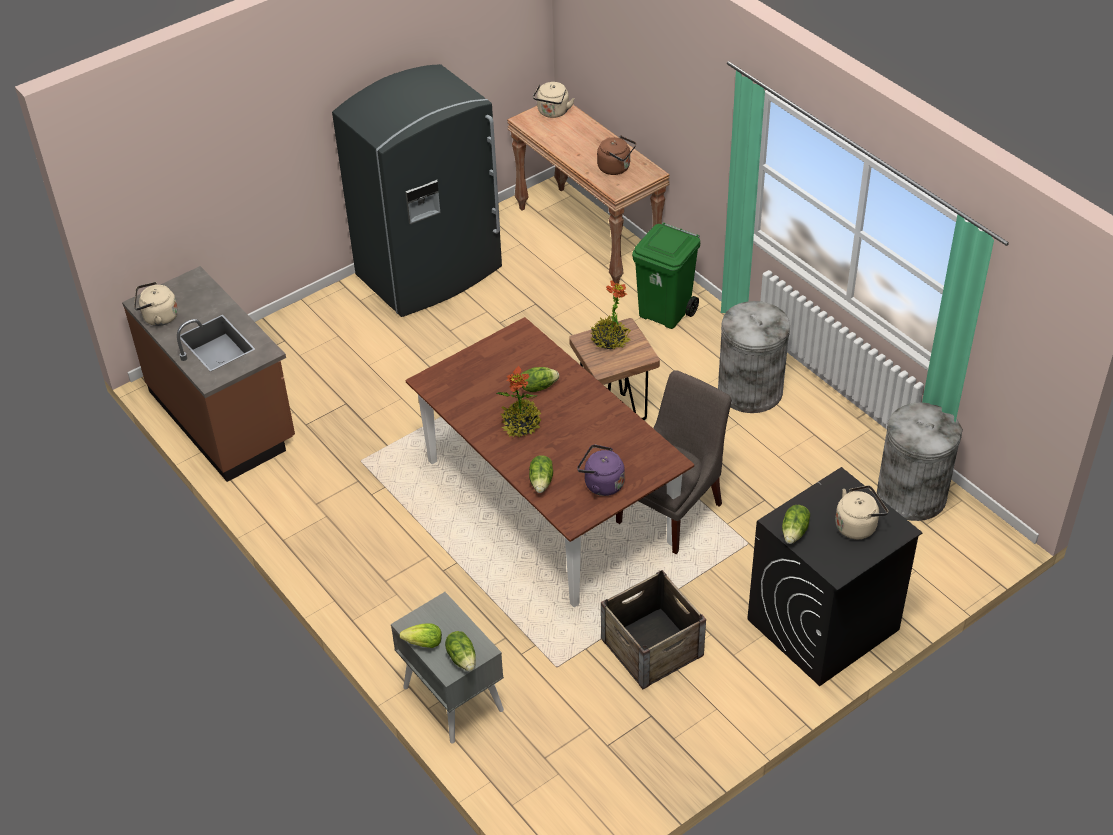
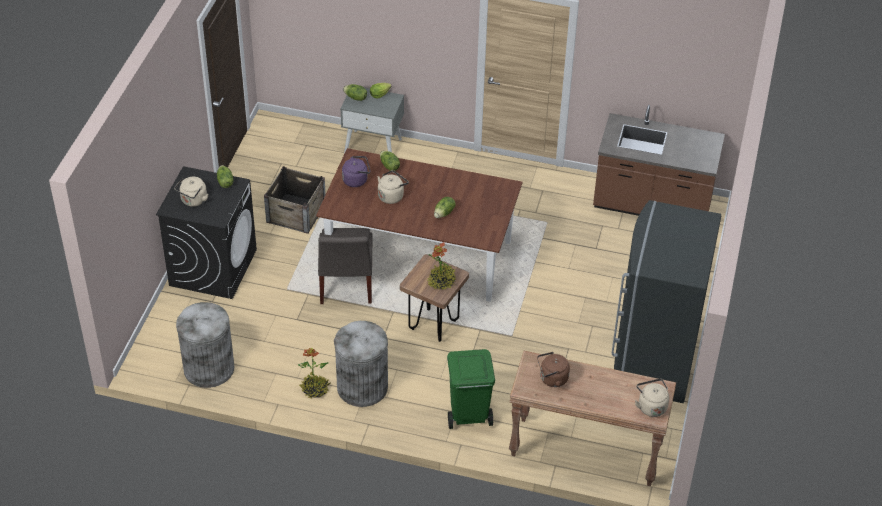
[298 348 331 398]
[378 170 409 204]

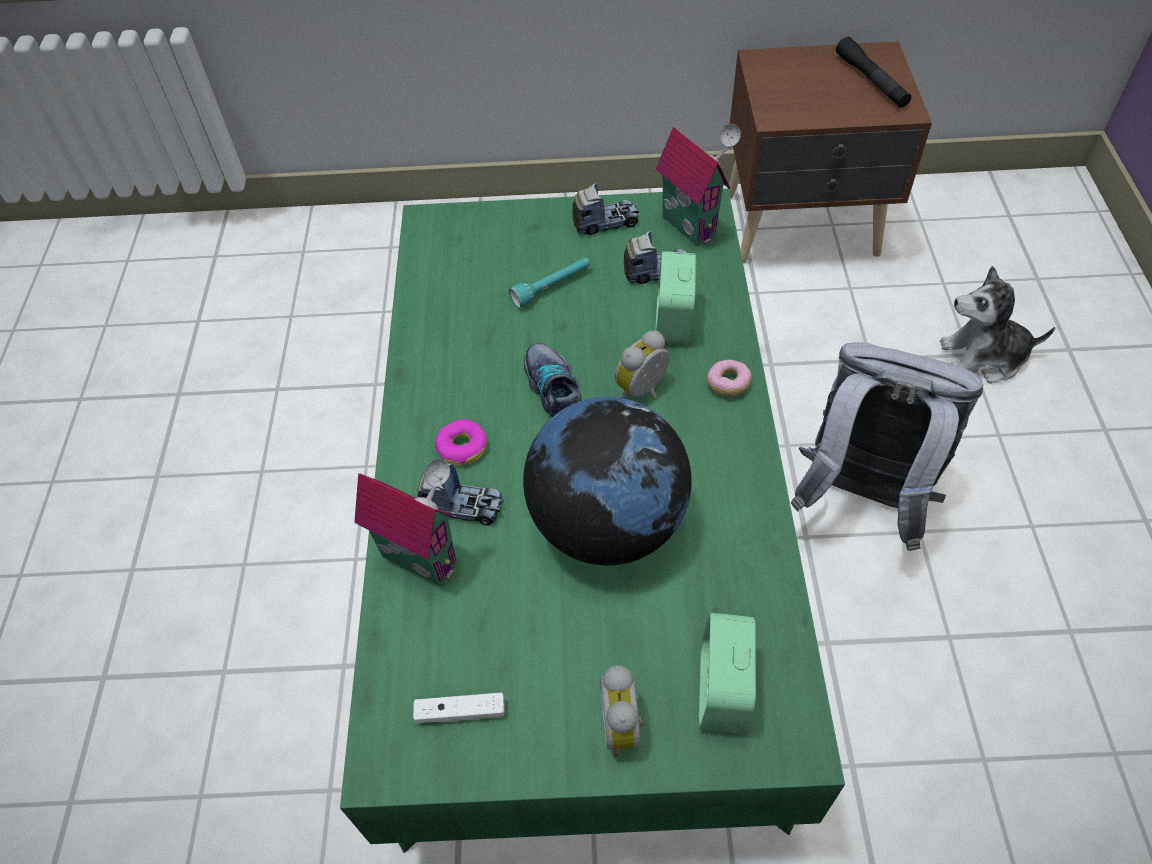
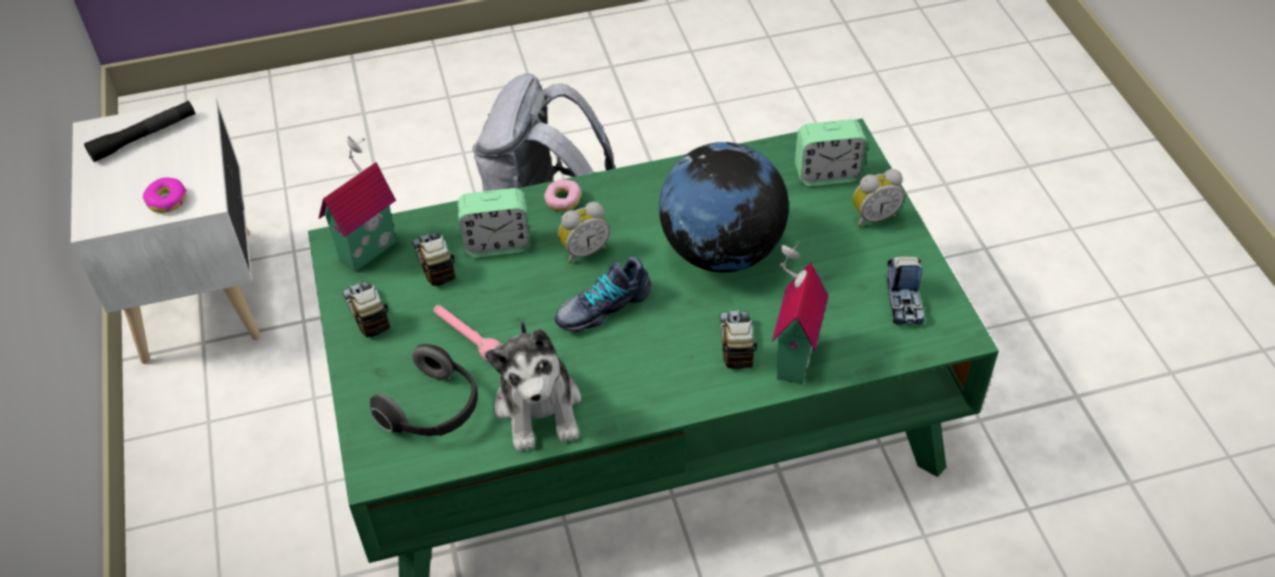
[71 97 261 364]
[143 178 187 213]
[370 344 478 436]
[434 305 503 362]
[485 320 581 452]
[558 202 610 264]
[887 256 924 325]

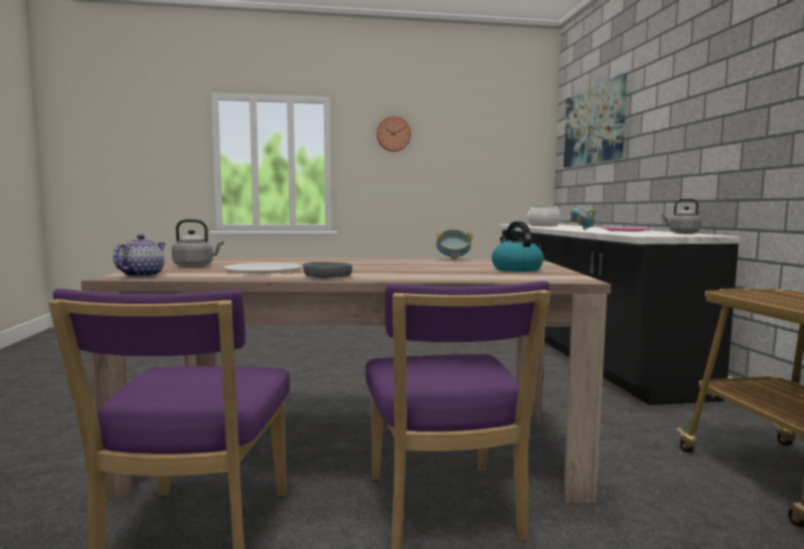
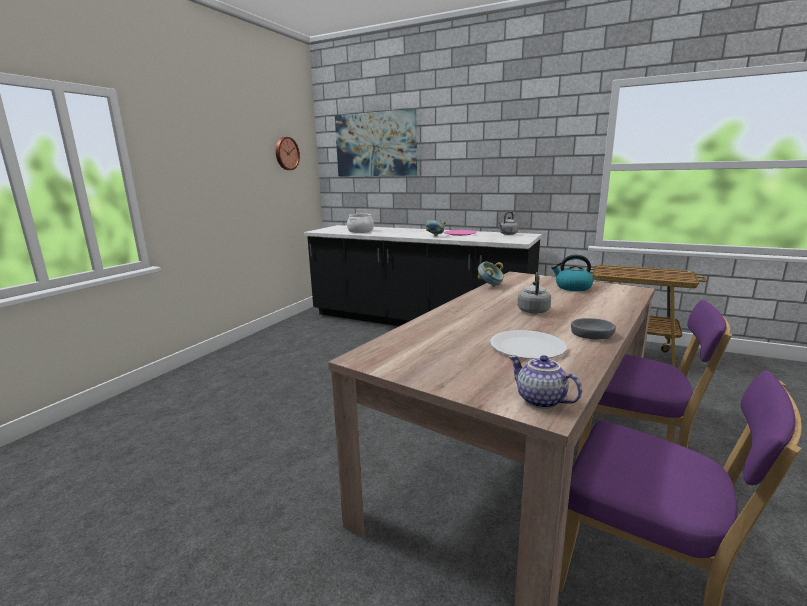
[276 137 300 170]
[517 272 551 314]

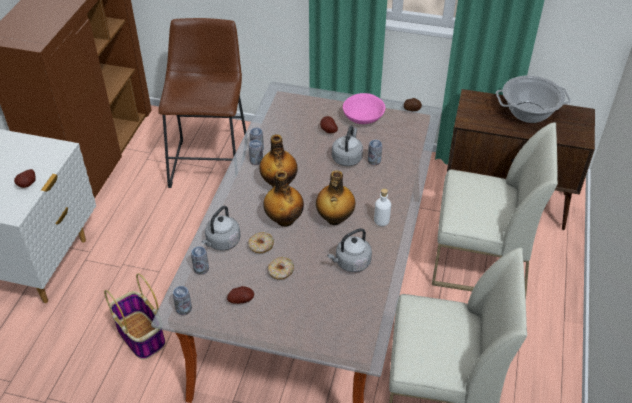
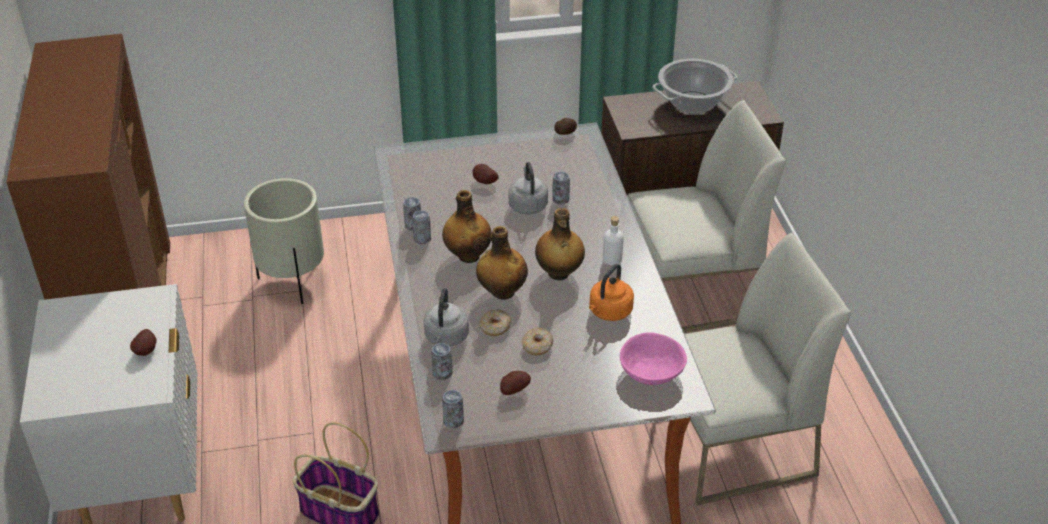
[244 178 324 304]
[589 264 634 321]
[620 332 687 385]

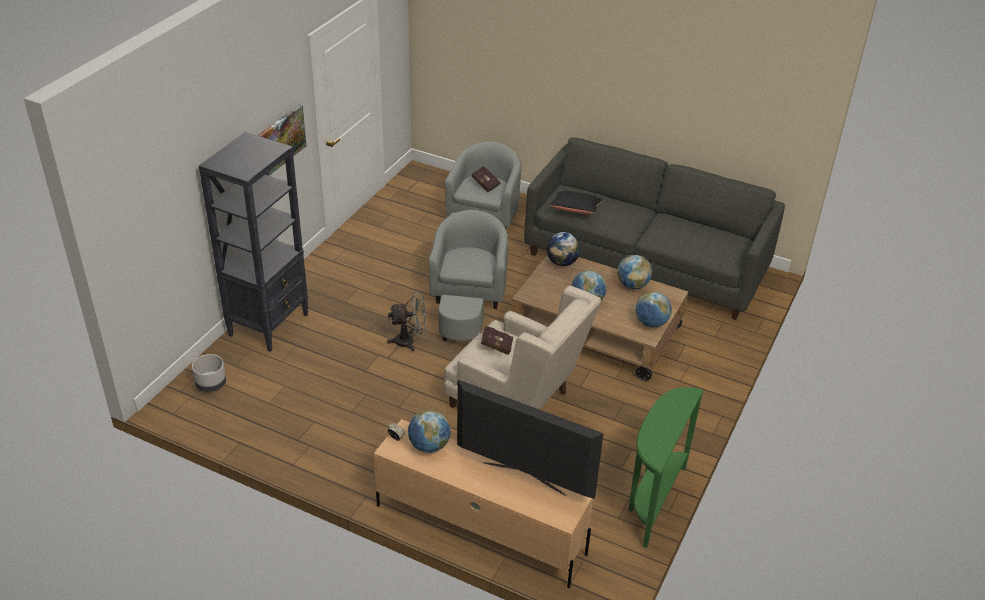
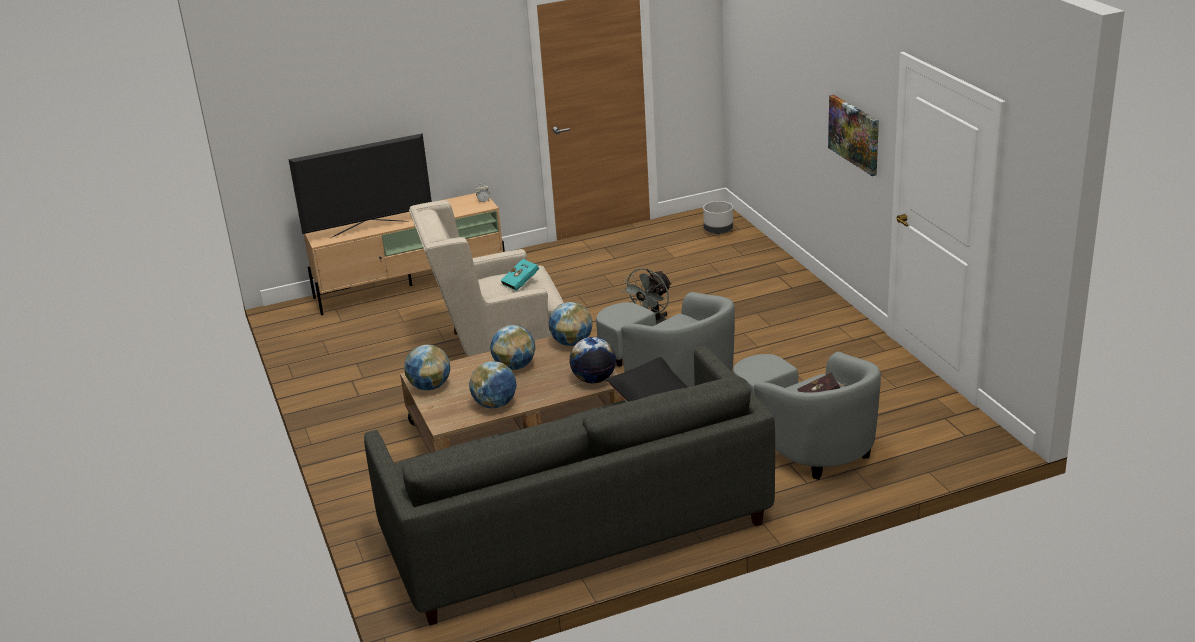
[500 259 539 291]
[549 302 592 346]
[199 132 309 352] (first image)
[628 387 704 548] (first image)

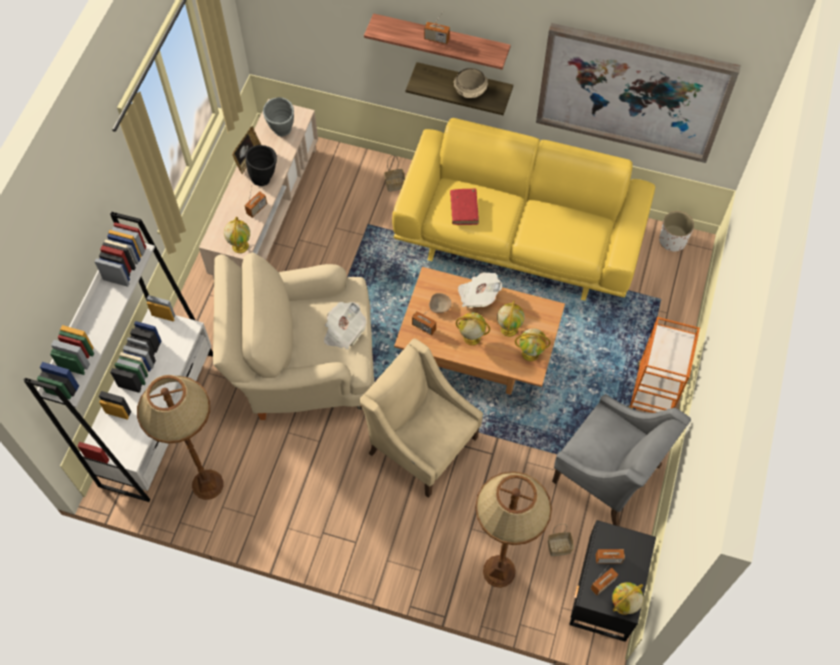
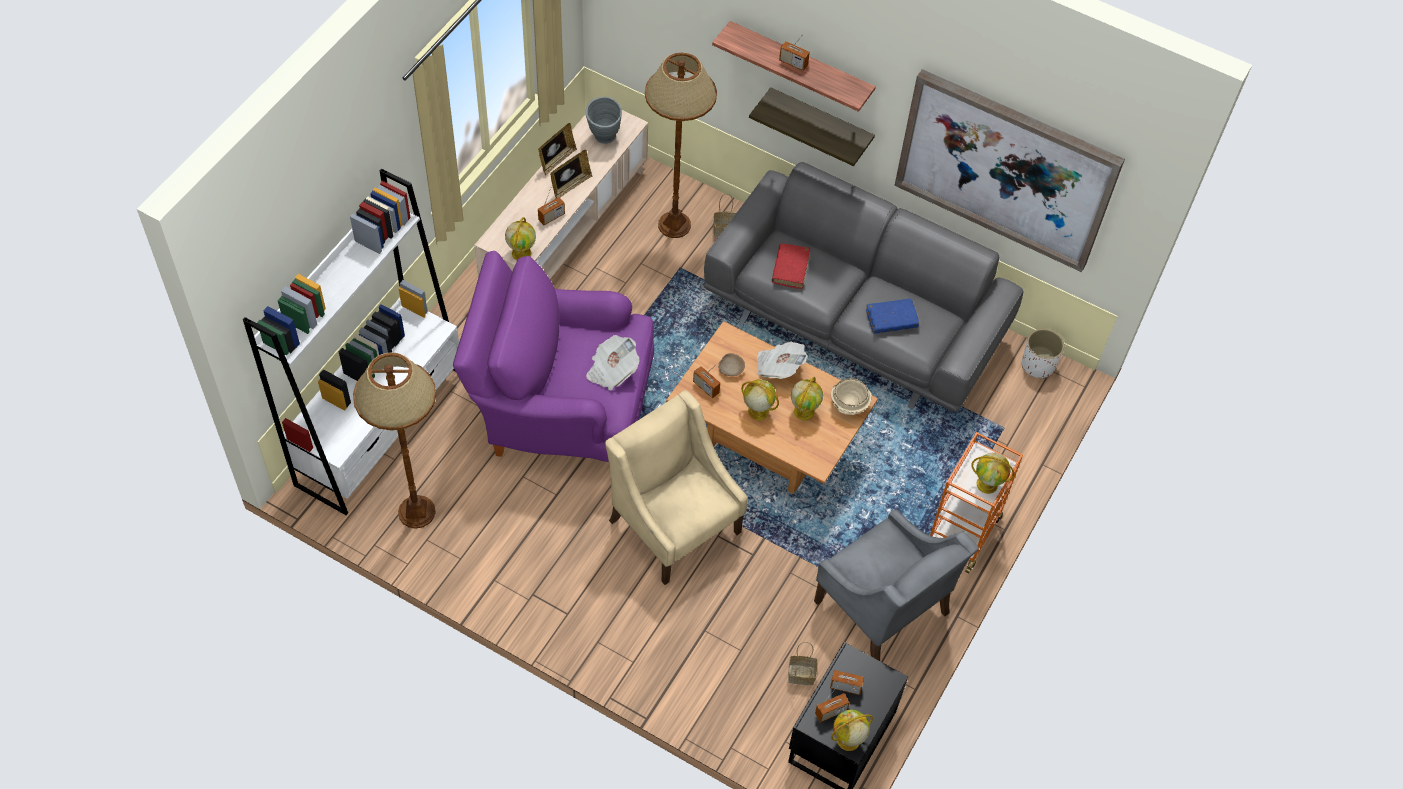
[453 251 654 462]
[550 150 592 198]
[645 52 717 238]
[703 162 1023 413]
[831 378 872 415]
[866 299 919 334]
[971 453 1014 494]

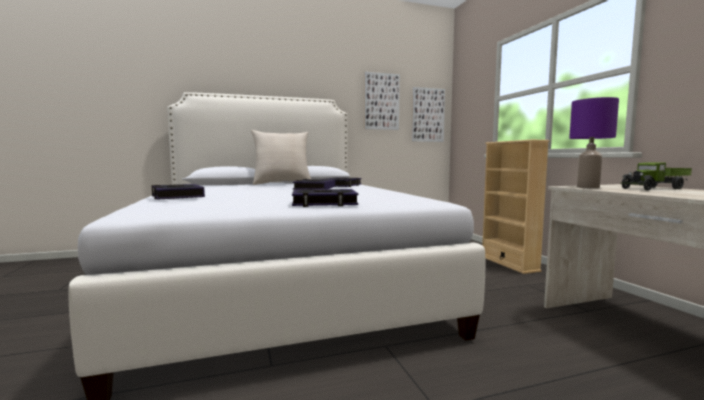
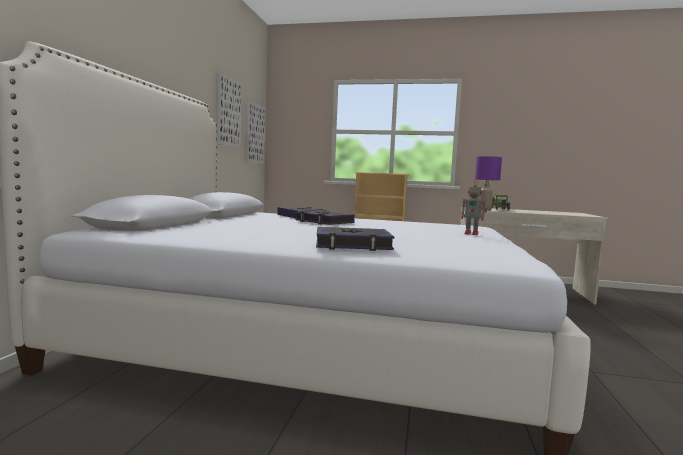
[461 180 487 235]
[251 130 311 185] (first image)

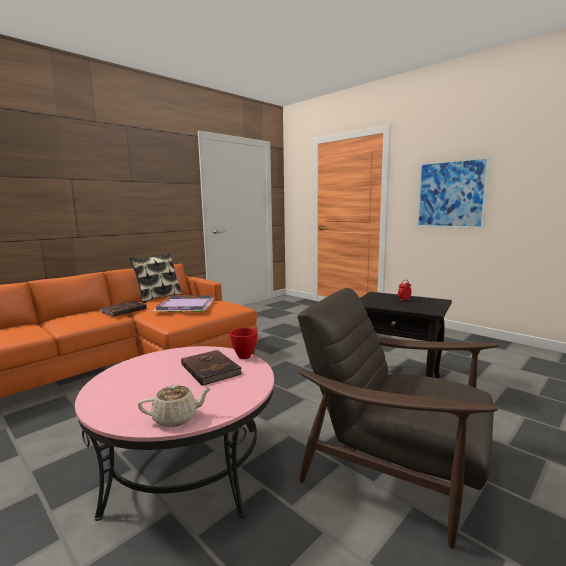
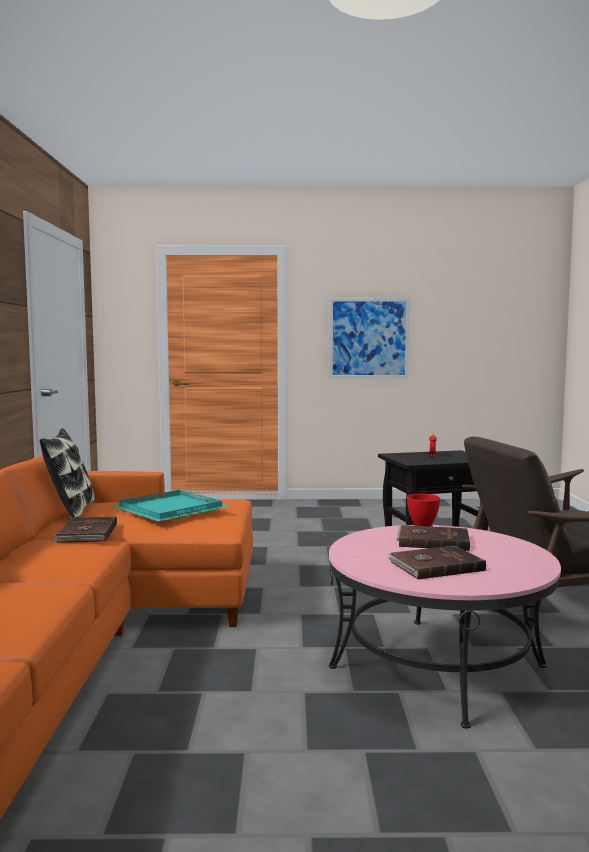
[113 490 229 521]
[388 545 486 580]
[138 385 212 427] (first image)

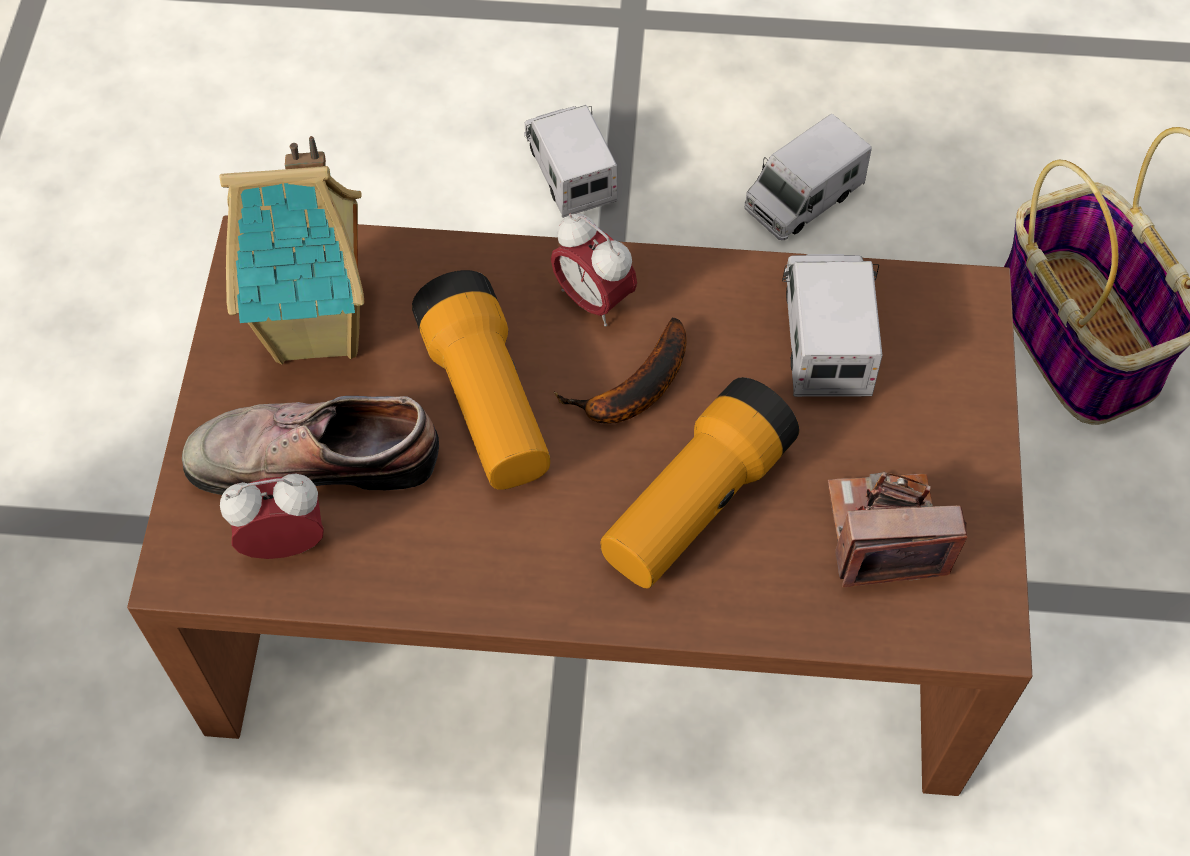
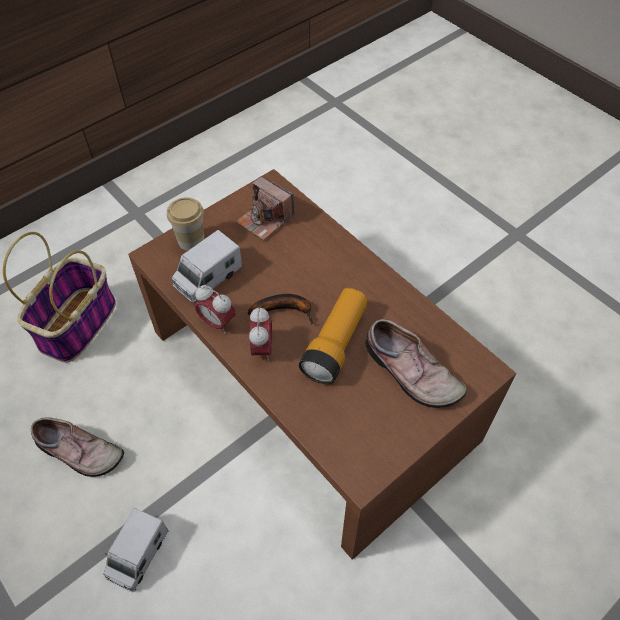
[31 417 124 477]
[167 197 205 251]
[195 285 236 334]
[220 136 364 364] (first image)
[600 377 799 588] (first image)

